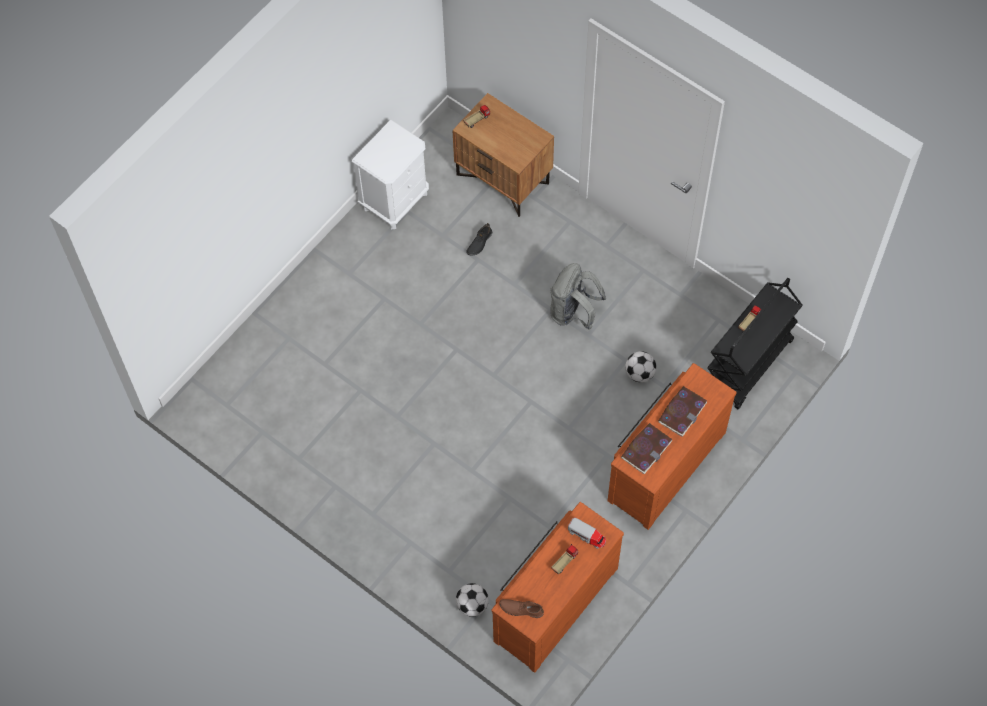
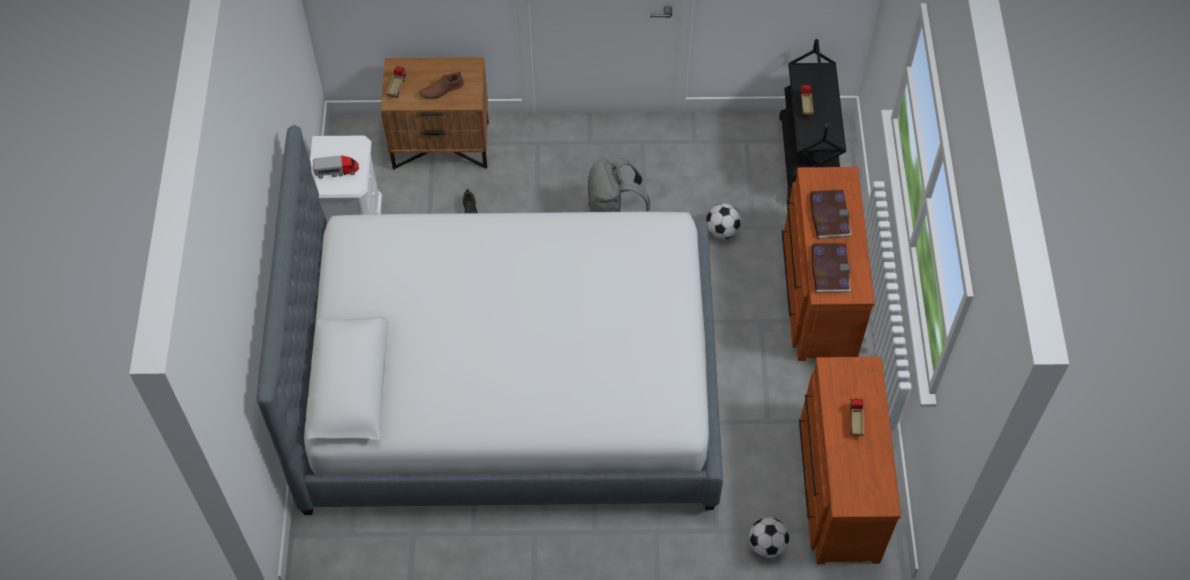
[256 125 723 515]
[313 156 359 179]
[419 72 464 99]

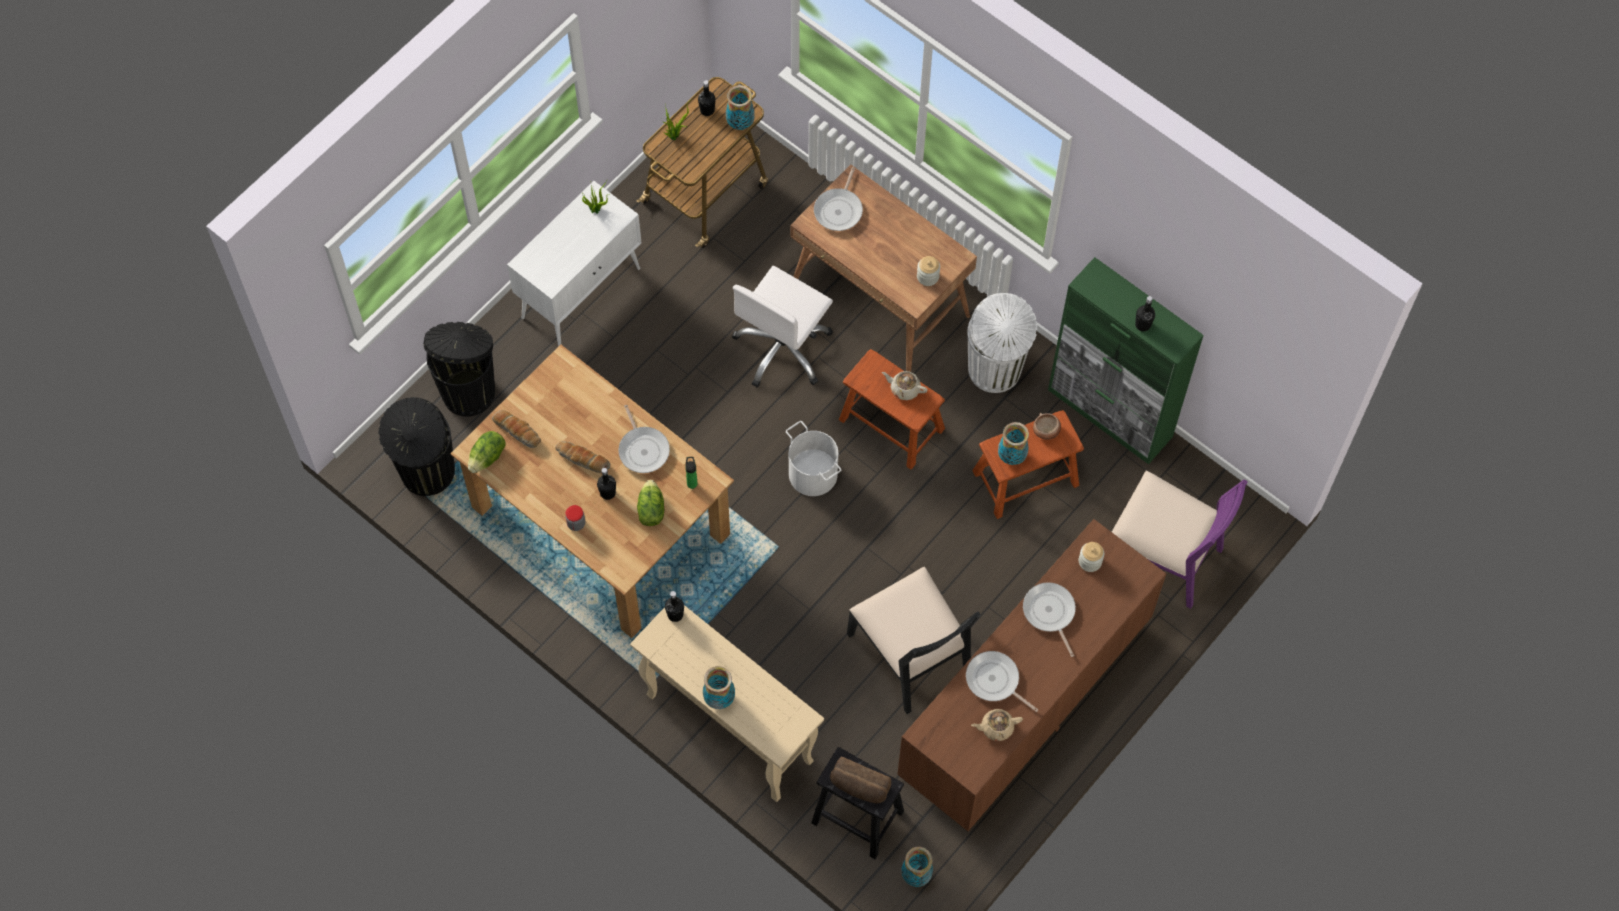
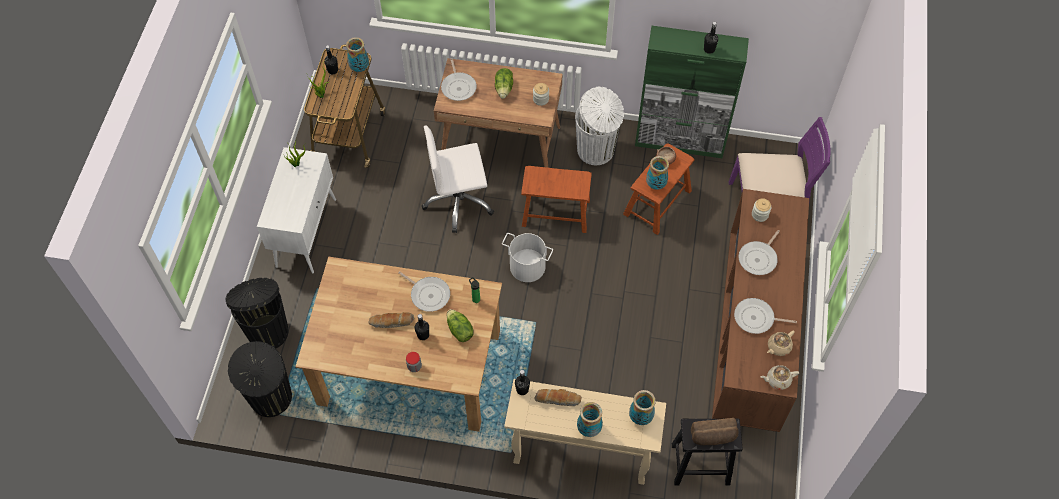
[422 125 494 233]
[495 68 513 99]
[535 389 582 406]
[629 390 656 425]
[739 230 780 275]
[761 365 799 390]
[847 567 981 714] (first image)

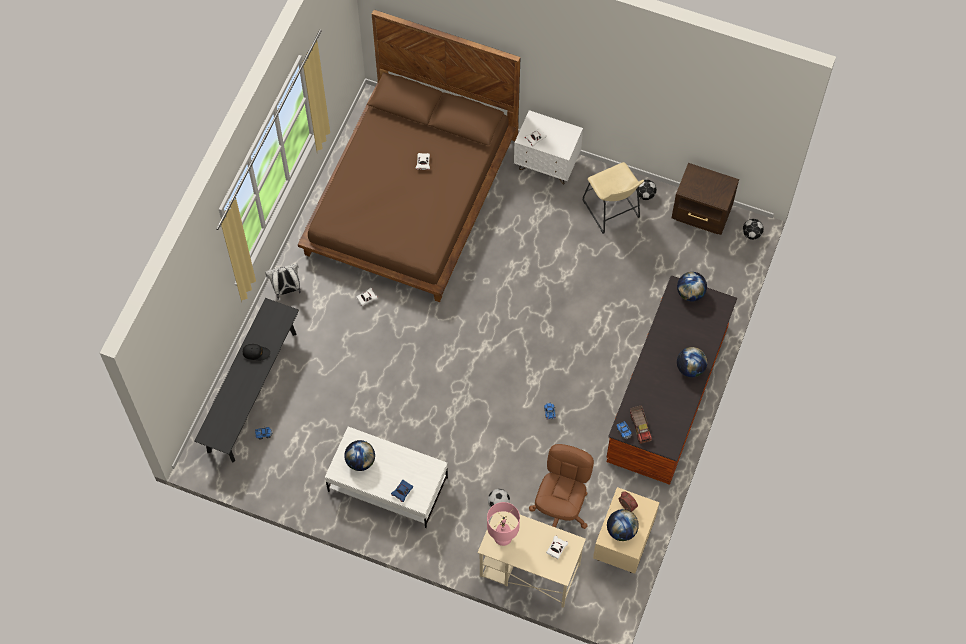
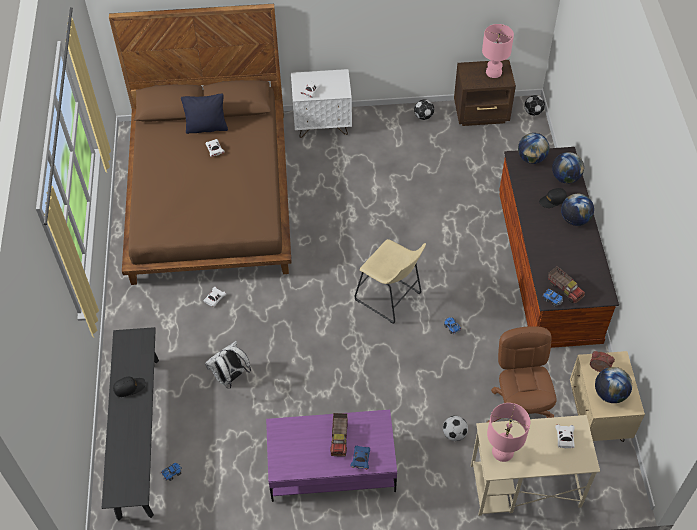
[181 94 228 134]
[205 341 251 389]
[266 410 397 502]
[330 413 348 457]
[355 239 426 324]
[482 24 514 78]
[539 188 567 208]
[552 152 584 184]

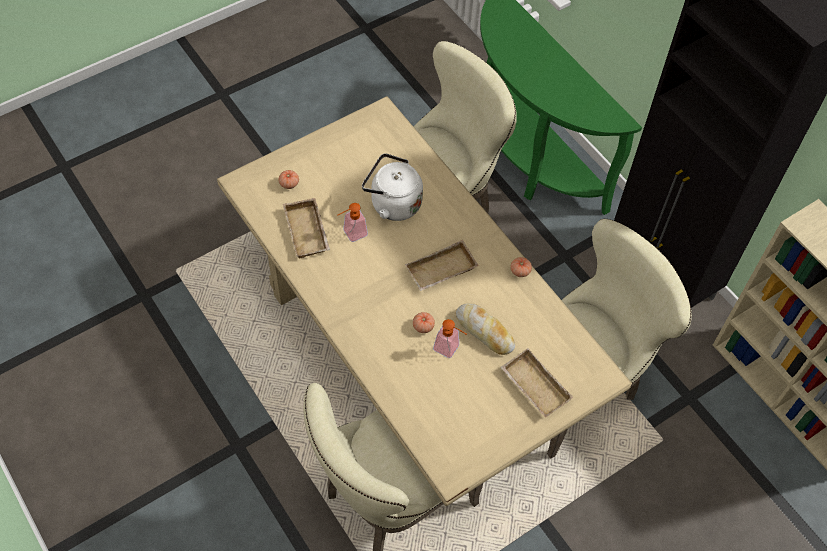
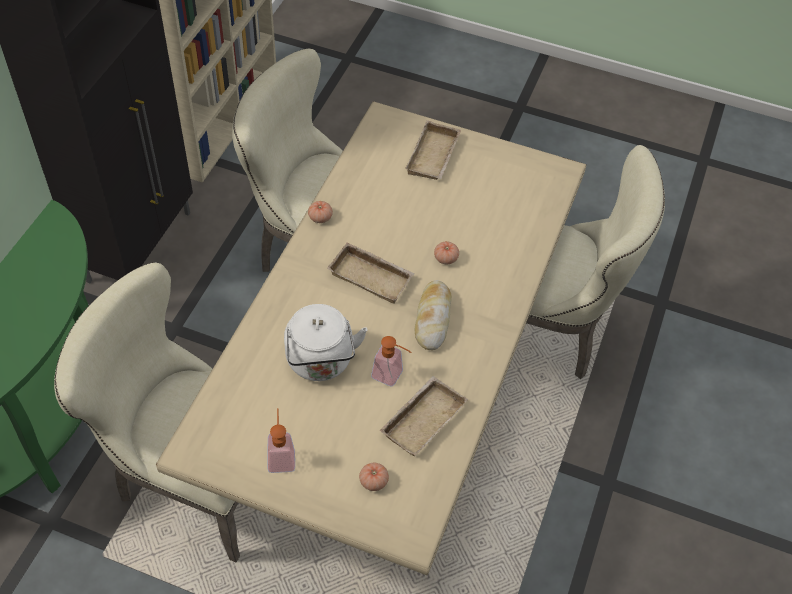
[267 408 295 473]
[415 280 452 350]

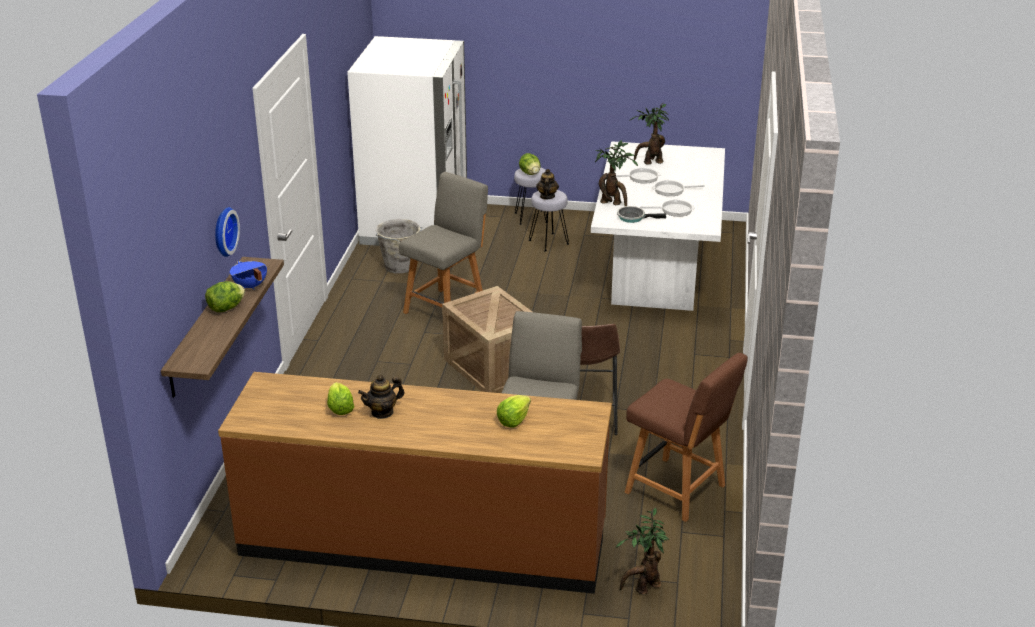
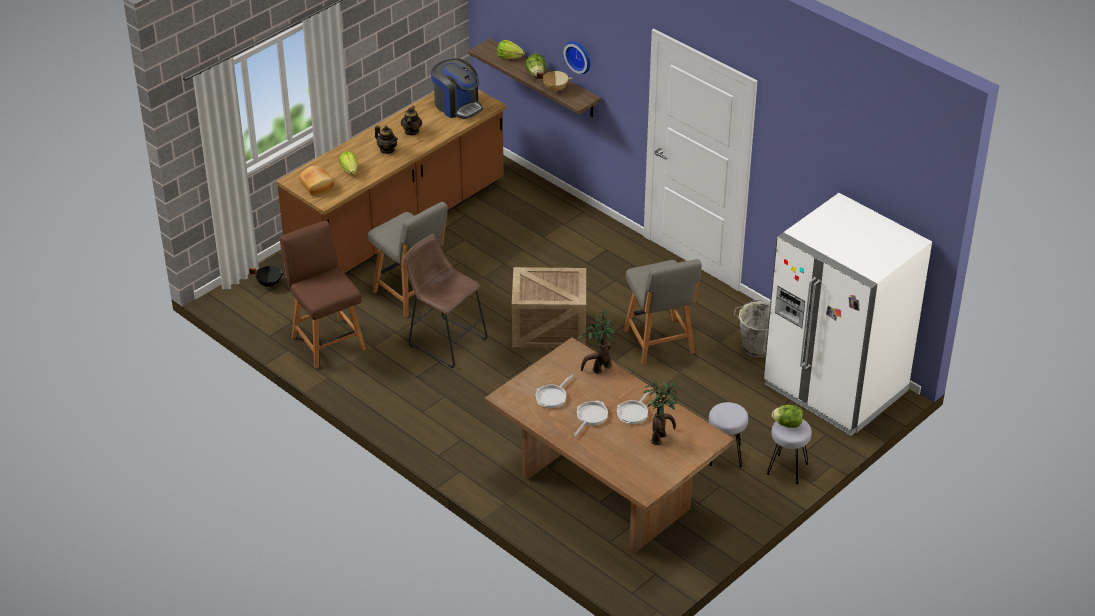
[249 266 285 288]
[280 221 366 369]
[299 166 334 196]
[375 126 398 154]
[431 58 483 119]
[484 337 734 554]
[497 40 525 59]
[537 71 572 93]
[617 206 666 223] (first image)

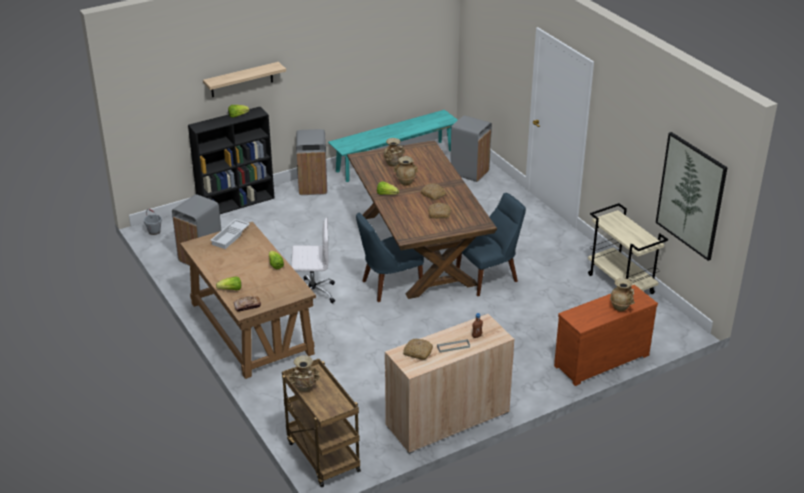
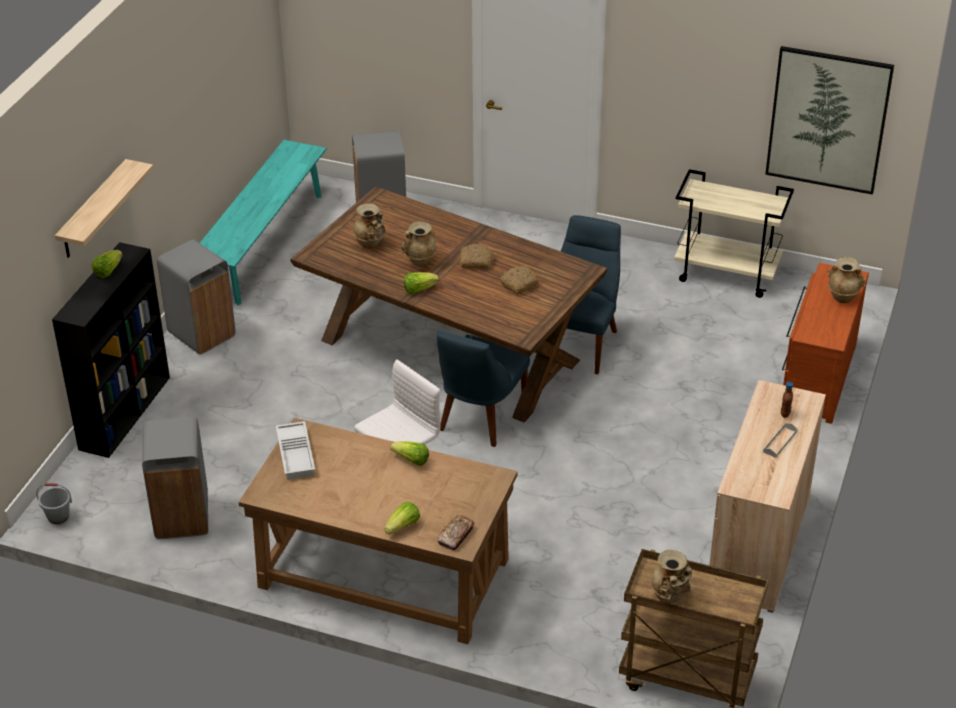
[403 339 433 360] (first image)

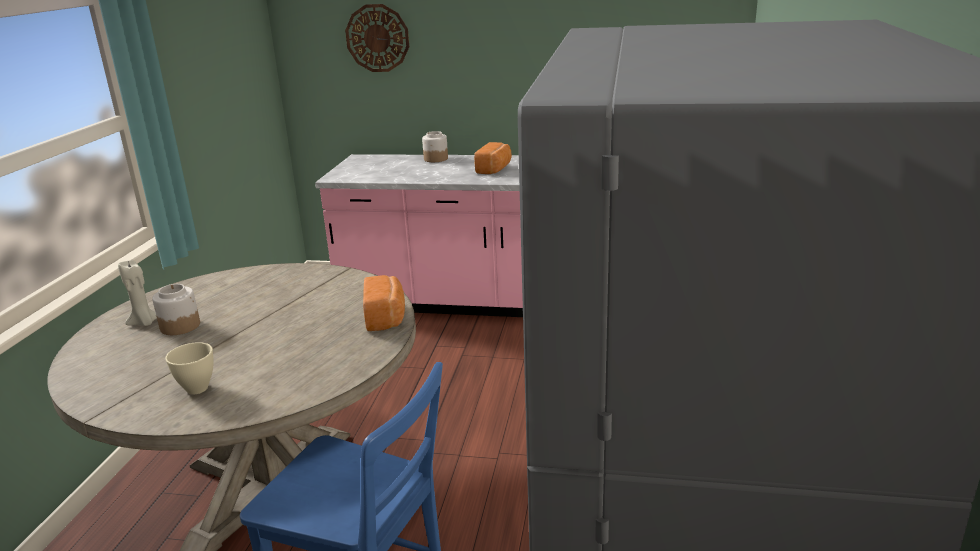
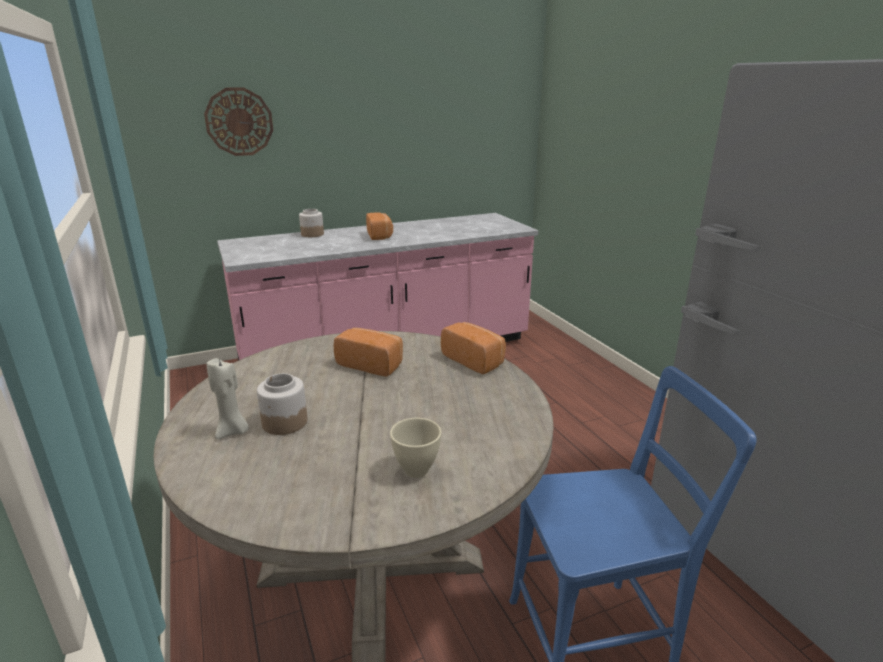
[334 328 403 377]

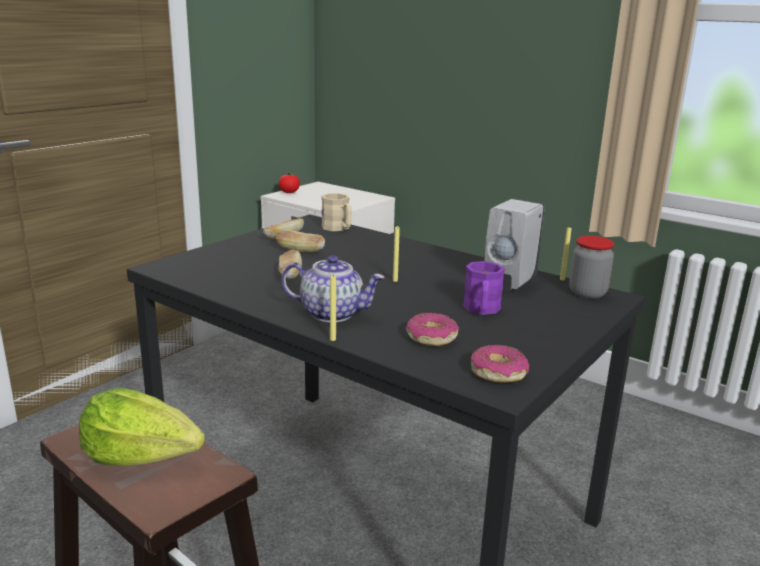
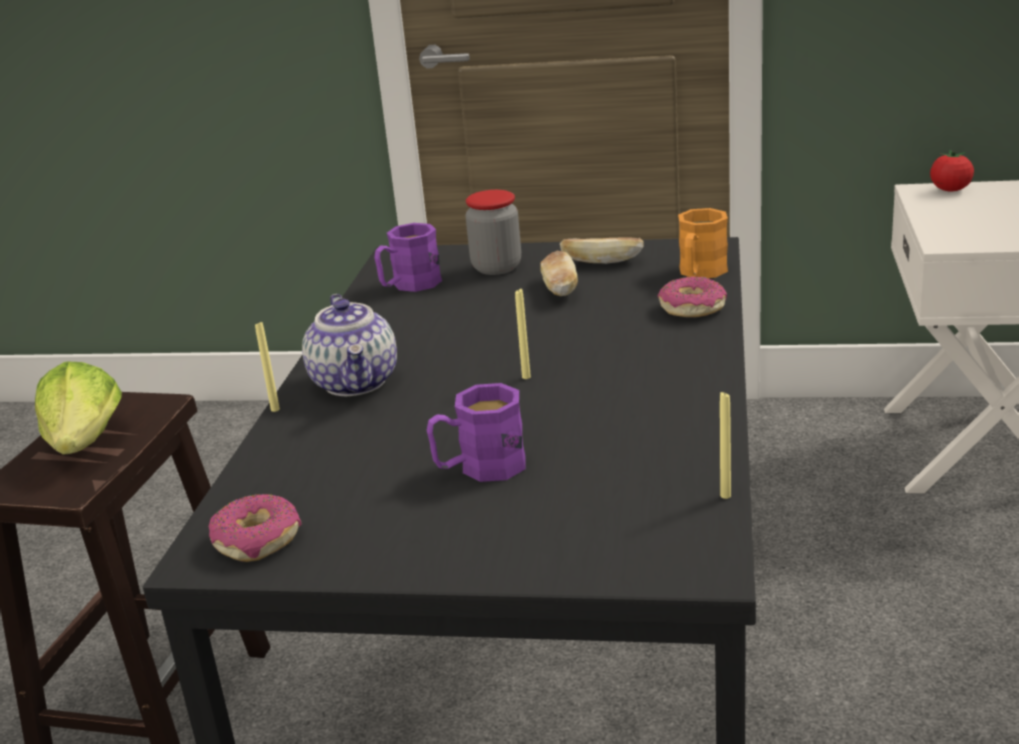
[374 223 442 292]
[466 190 521 275]
[658 276 727 317]
[678 208 728 278]
[278 249 302 279] (first image)
[484 198 545 292] (first image)

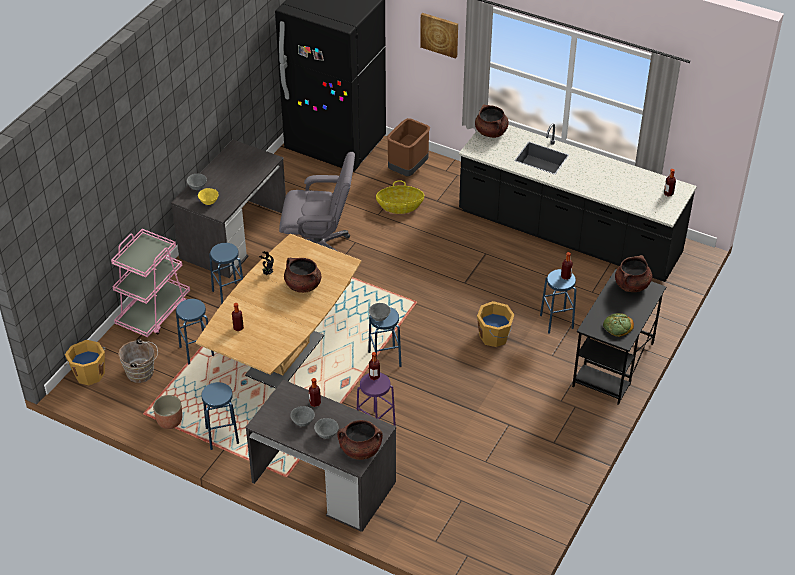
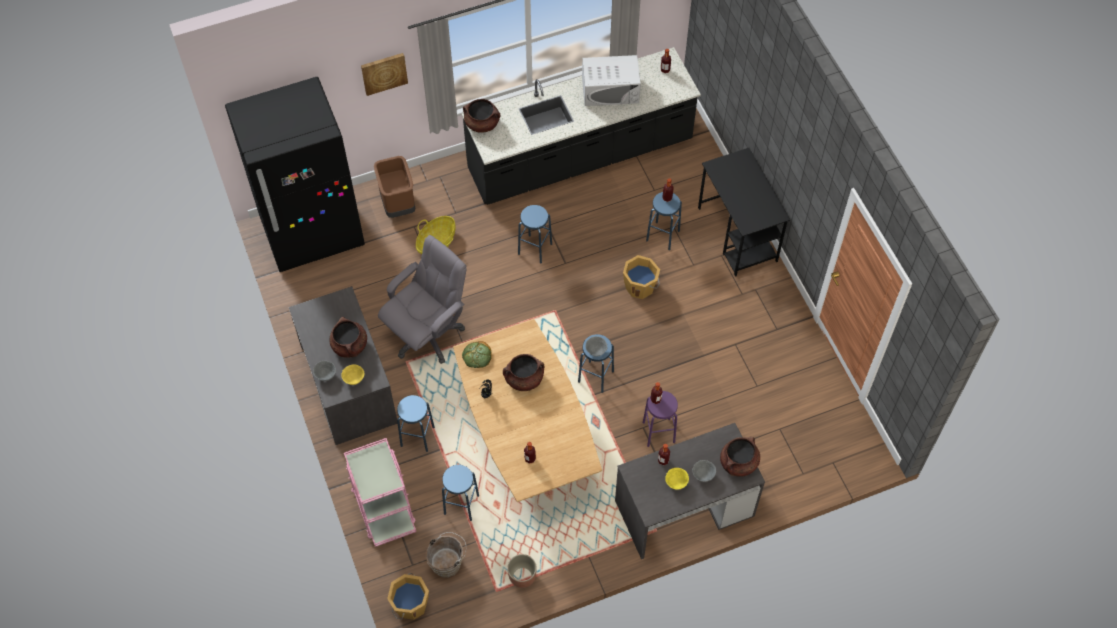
[329 317 367 358]
[462 341 492 368]
[518 205 552 264]
[582 55 641 106]
[665 468 689 490]

